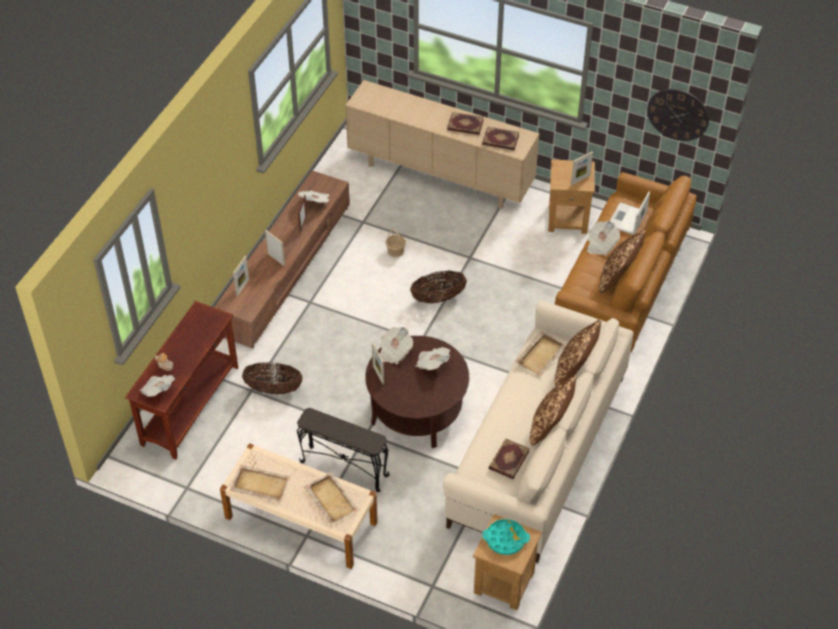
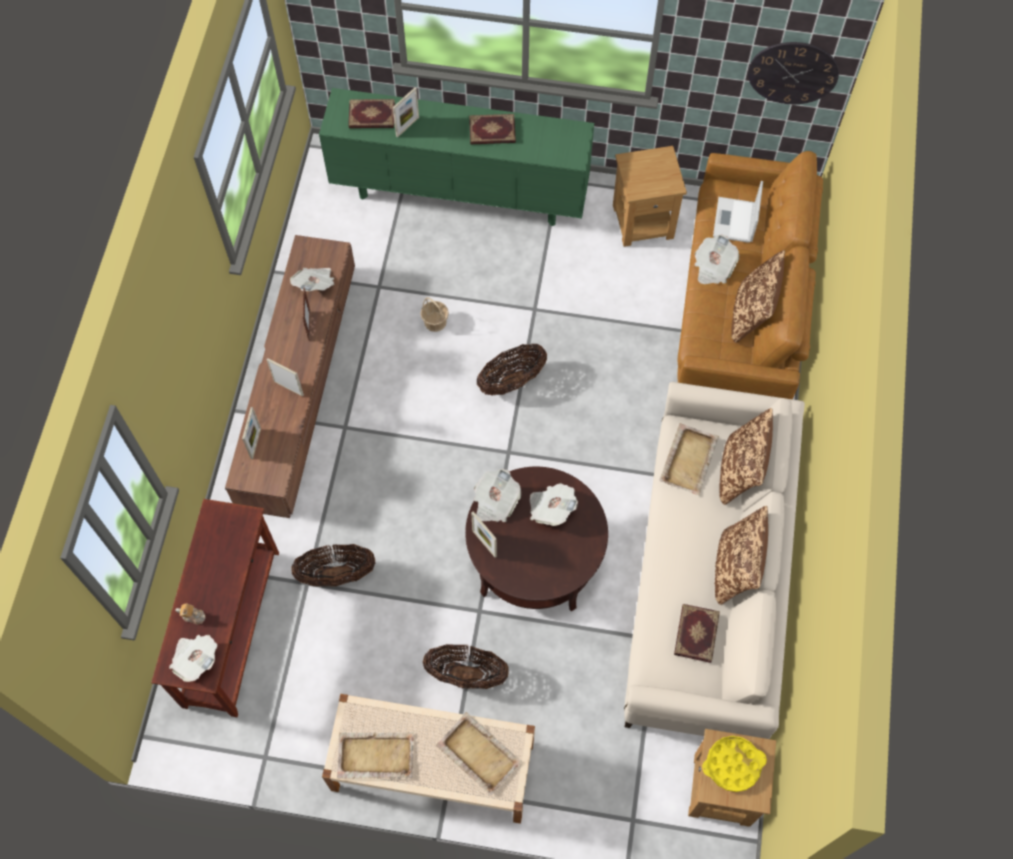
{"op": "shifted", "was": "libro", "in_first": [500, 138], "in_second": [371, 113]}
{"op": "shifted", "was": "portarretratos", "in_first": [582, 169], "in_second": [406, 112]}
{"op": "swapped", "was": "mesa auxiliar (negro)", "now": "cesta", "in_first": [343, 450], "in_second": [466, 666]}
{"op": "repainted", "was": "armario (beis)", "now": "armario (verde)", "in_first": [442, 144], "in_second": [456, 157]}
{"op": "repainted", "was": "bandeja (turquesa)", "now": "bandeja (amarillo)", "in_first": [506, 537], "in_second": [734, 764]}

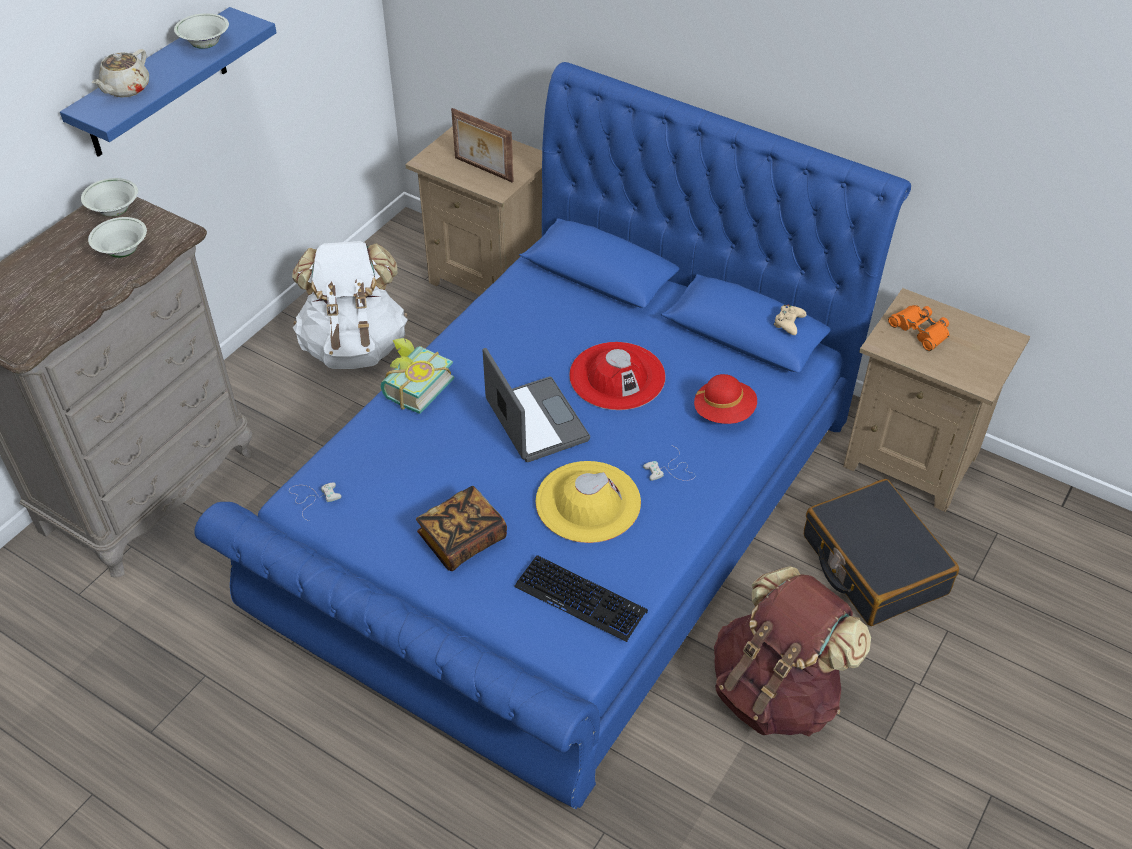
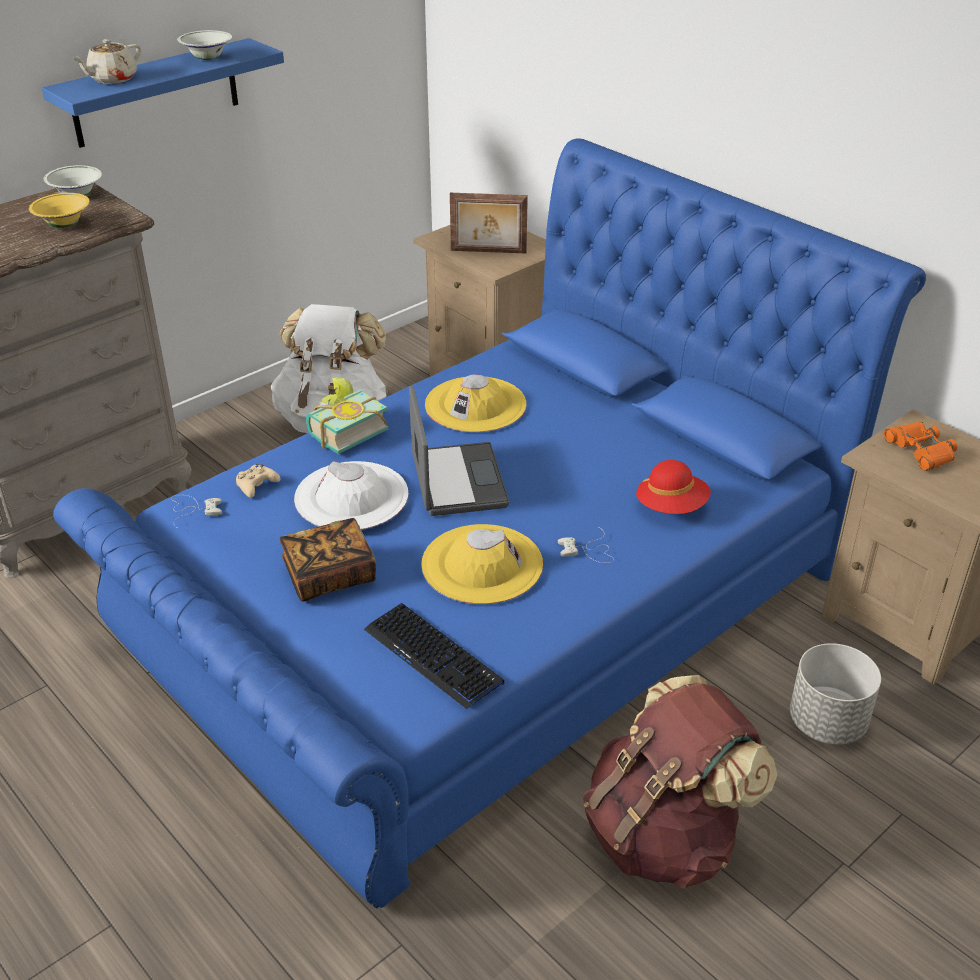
{"op": "gone", "was": "sombrero (rojo)", "in_first": [617, 376]}
{"op": "new", "now": "sombrero (blanco)", "in_second": [351, 495]}
{"op": "new", "now": "sombrero (amarillo)", "in_second": [475, 403]}
{"op": "shifted", "was": "mando de consola (beis)", "in_first": [789, 319], "in_second": [258, 481]}
{"op": "swapped", "was": "maleta (negro)", "now": "maceta (gris)", "in_first": [881, 552], "in_second": [835, 694]}
{"op": "repainted", "was": "cuenco (blanco)", "now": "cuenco (amarillo)", "in_first": [117, 237], "in_second": [59, 210]}
{"op": "rotated", "was": "portarretratos", "in_first": [482, 145], "in_second": [489, 223], "clockwise": -45}

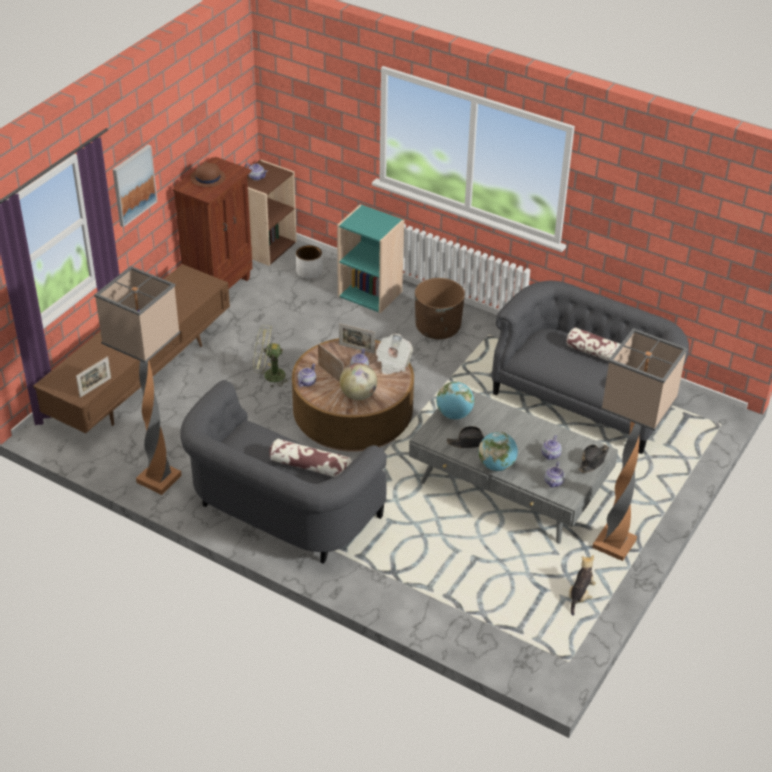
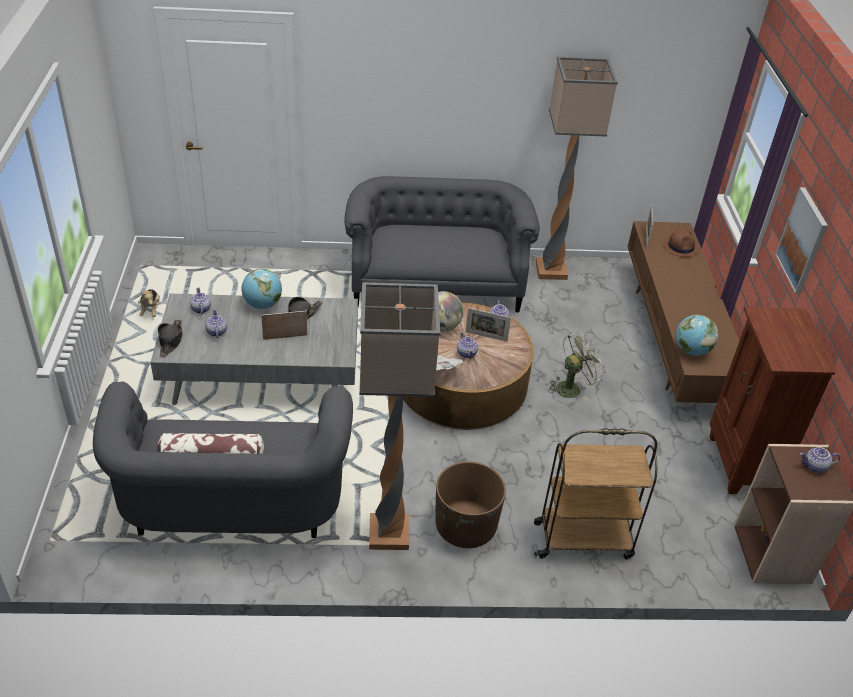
{"op": "gone", "was": "cojín", "in_first": [311, 458]}
{"op": "gone", "was": "maceta (blanco)", "in_first": [309, 262]}
{"op": "shifted", "was": "sombrero (marrón)", "in_first": [208, 174], "in_second": [681, 243]}
{"op": "shifted", "was": "portarretratos", "in_first": [357, 338], "in_second": [284, 325]}
{"op": "shifted", "was": "globo terráqueo", "in_first": [455, 400], "in_second": [697, 335]}
{"op": "shifted", "was": "lámpara de pie", "in_first": [640, 444], "in_second": [399, 416]}
{"op": "swapped", "was": "estantería (turquesa)", "now": "carrito (marrón)", "in_first": [370, 258], "in_second": [595, 494]}

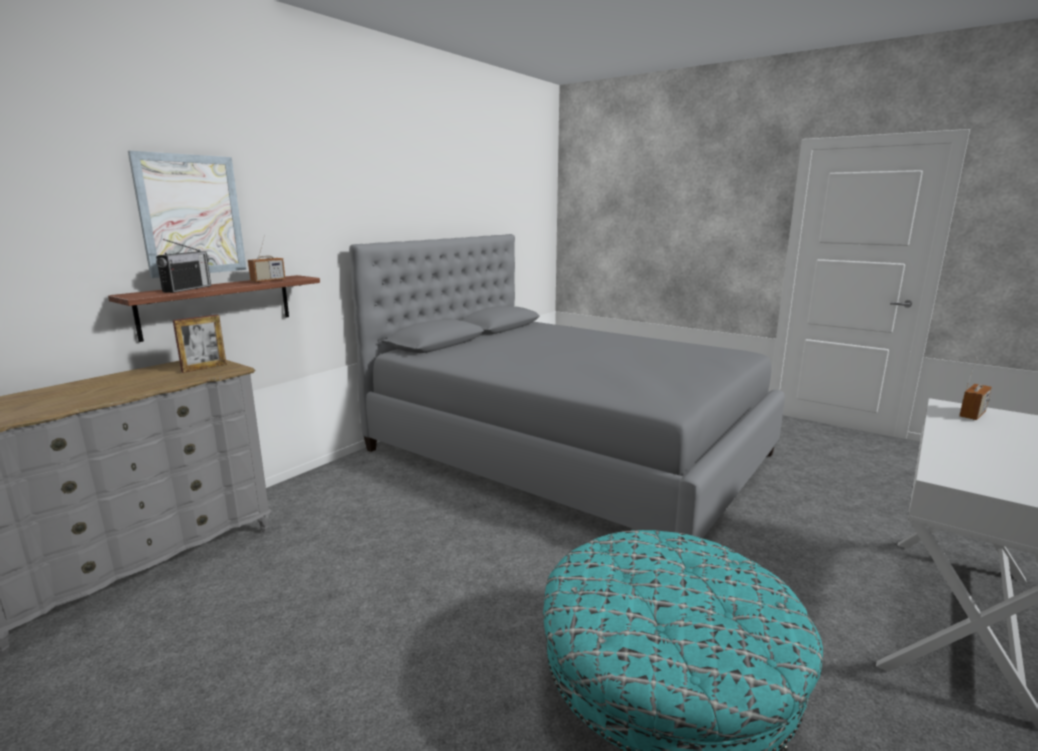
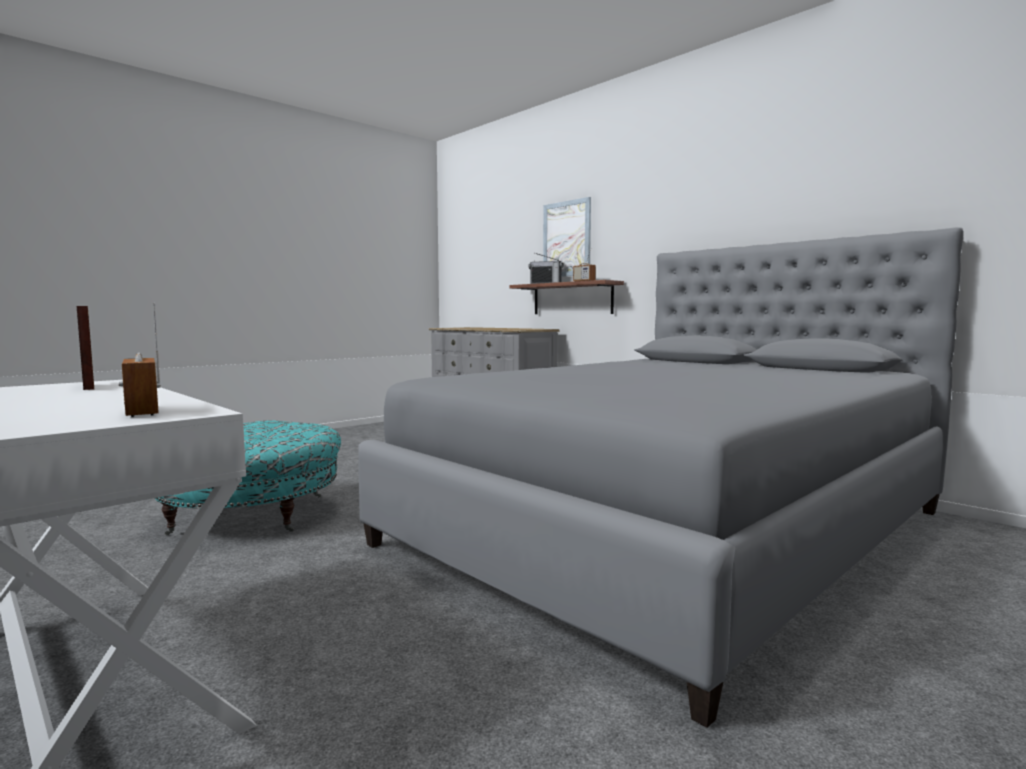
{"op": "shifted", "was": "portarretratos", "in_first": [200, 344], "in_second": [85, 348]}

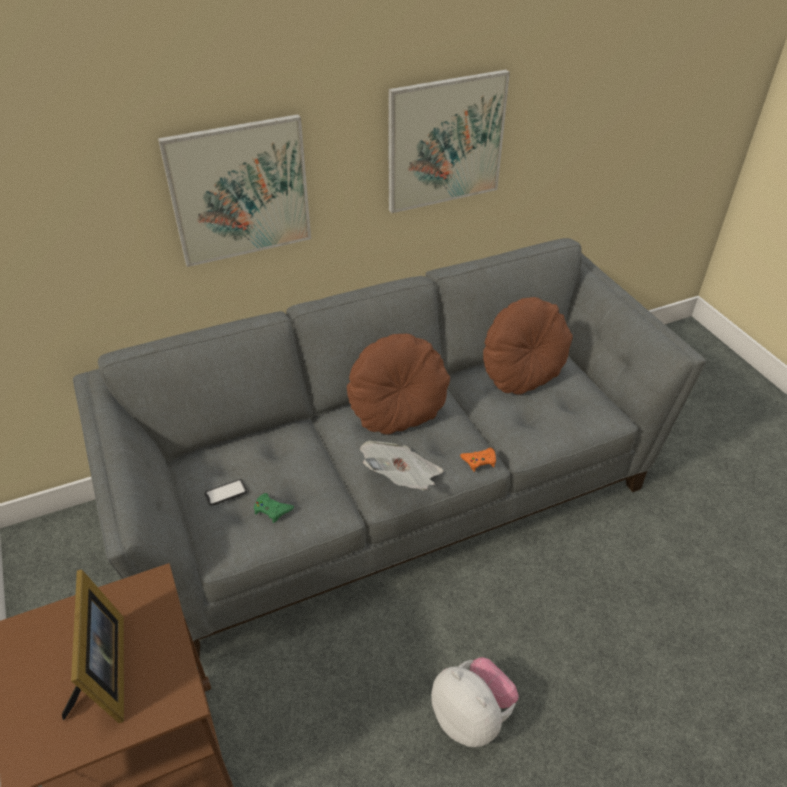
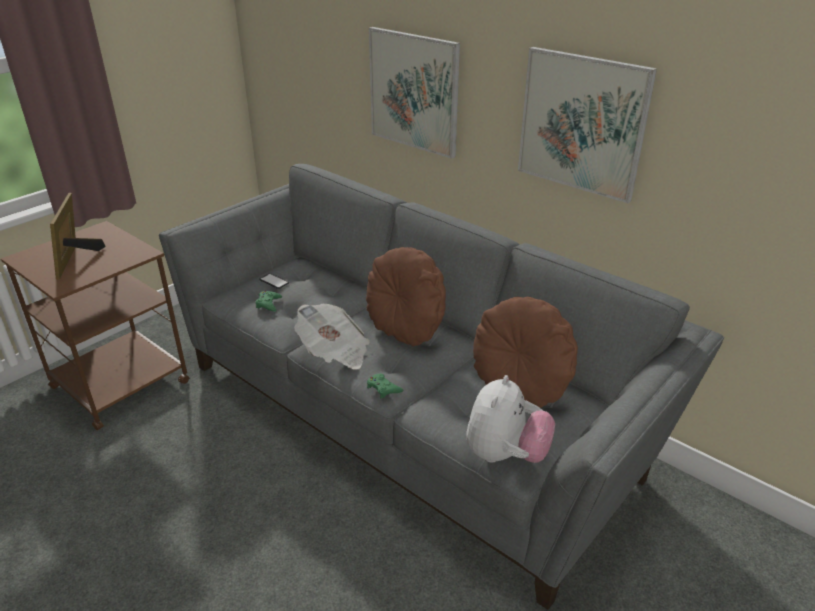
{"op": "shifted", "was": "peluche", "in_first": [475, 702], "in_second": [511, 419]}
{"op": "repainted", "was": "mando de consola (naranja)", "now": "mando de consola (verde)", "in_first": [478, 460], "in_second": [385, 386]}
{"op": "rotated", "was": "portarretratos", "in_first": [93, 646], "in_second": [78, 236], "clockwise": 120}

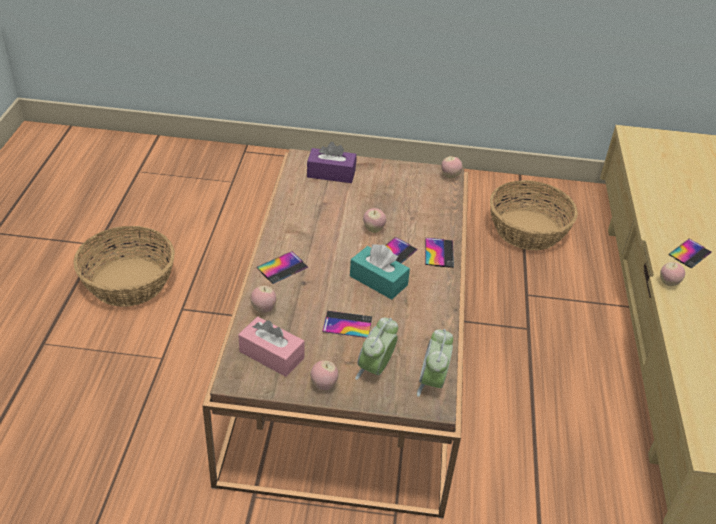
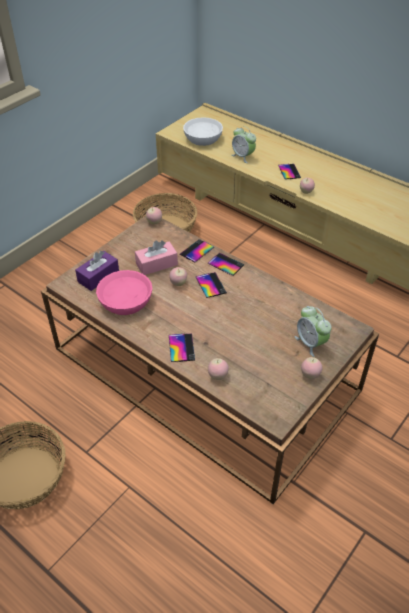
{"op": "gone", "was": "caja de pañuelos (turquesa)", "in_first": [380, 272]}
{"op": "new", "now": "cuenco (rosa)", "in_second": [124, 292]}
{"op": "new", "now": "cuenco (blanco)", "in_second": [203, 131]}
{"op": "shifted", "was": "caja de pañuelos (rosa)", "in_first": [271, 347], "in_second": [156, 257]}
{"op": "shifted", "was": "móvil", "in_first": [347, 324], "in_second": [197, 250]}
{"op": "shifted", "was": "despertador", "in_first": [435, 363], "in_second": [243, 144]}

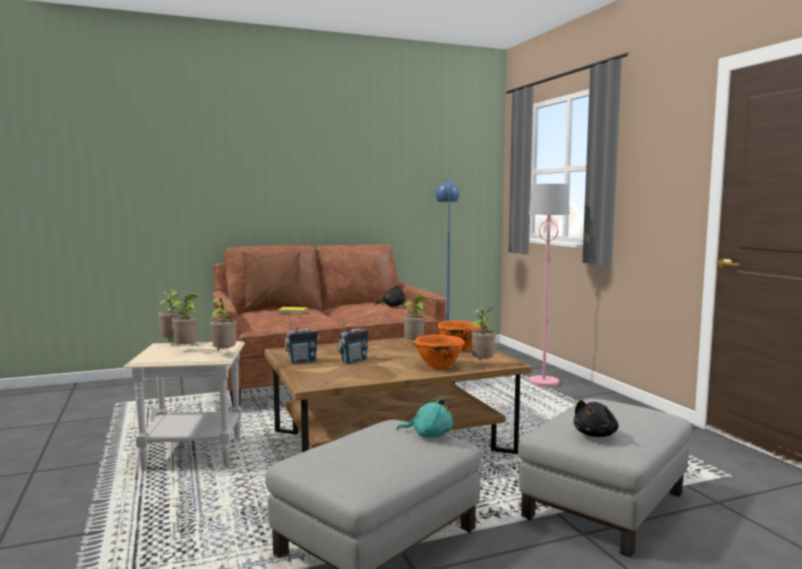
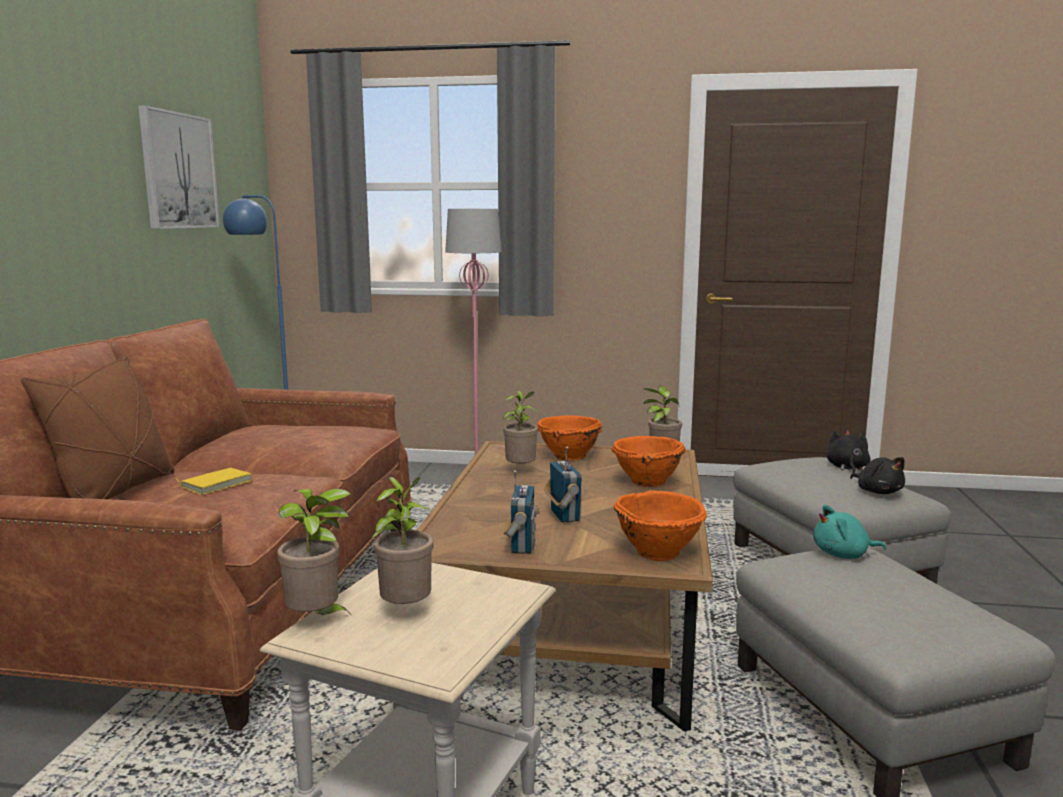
{"op": "gone", "was": "planta en maceta", "in_first": [223, 323]}
{"op": "new", "now": "cuadro", "in_second": [179, 167]}
{"op": "new", "now": "cuenco (naranja)", "in_second": [660, 525]}
{"op": "shifted", "was": "peluche (negro)", "in_first": [390, 296], "in_second": [849, 451]}
{"op": "rotated", "was": "peluche (turquesa)", "in_first": [425, 418], "in_second": [849, 532], "clockwise": -135}

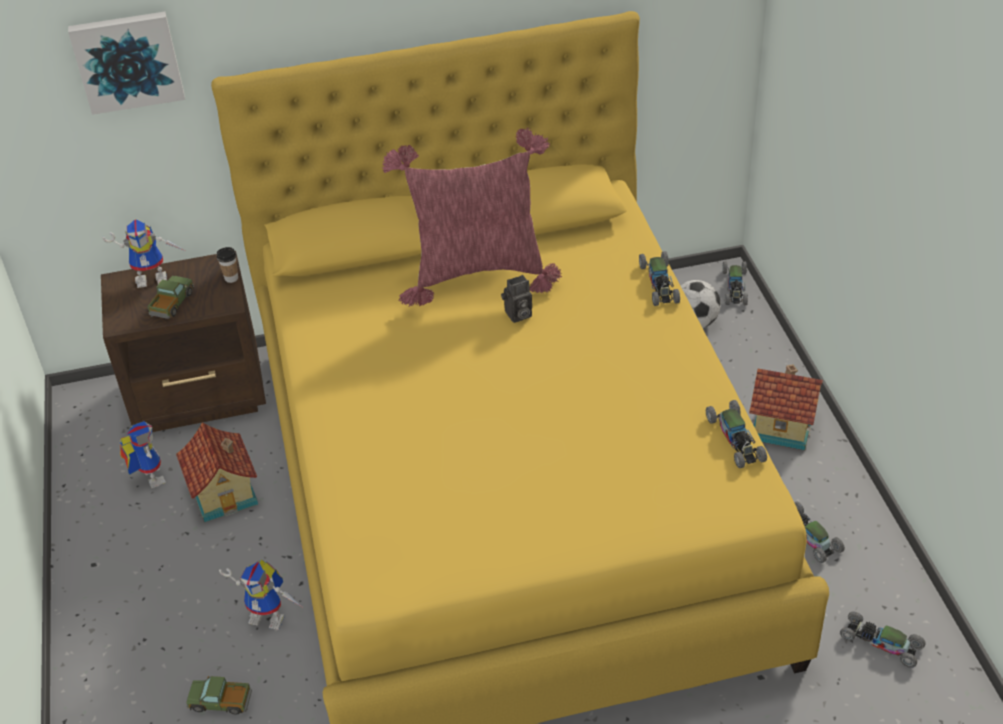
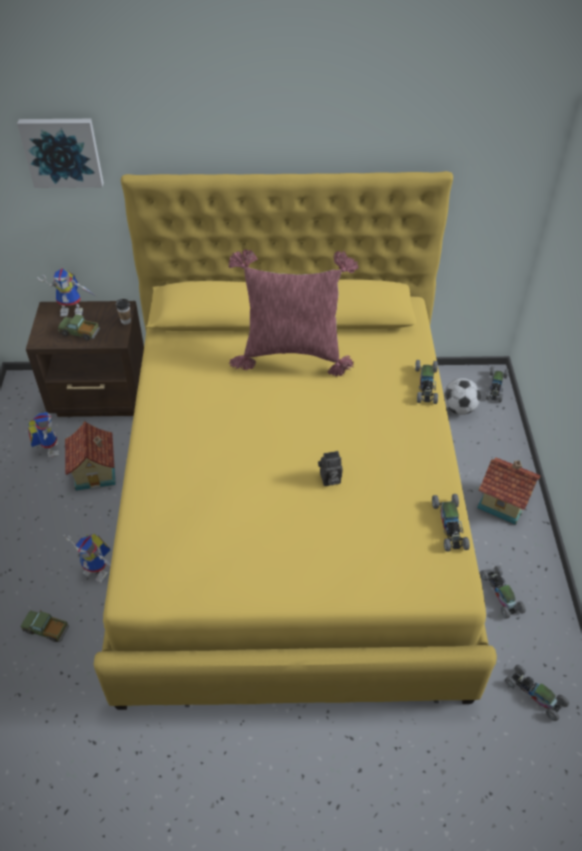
{"op": "shifted", "was": "cámara", "in_first": [516, 299], "in_second": [330, 468]}
{"op": "rotated", "was": "camión de juguete", "in_first": [170, 297], "in_second": [79, 327], "clockwise": -105}

